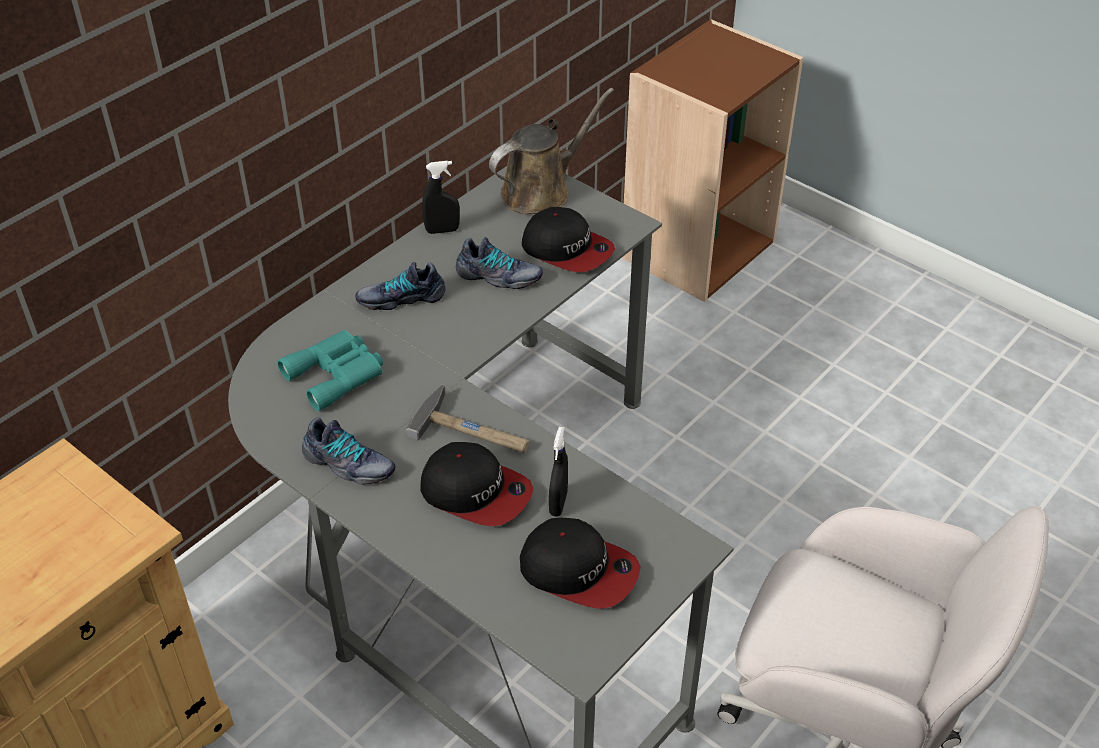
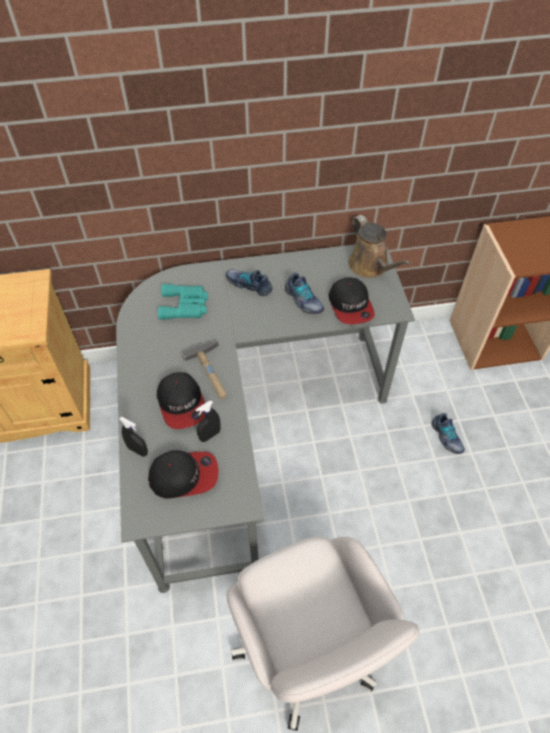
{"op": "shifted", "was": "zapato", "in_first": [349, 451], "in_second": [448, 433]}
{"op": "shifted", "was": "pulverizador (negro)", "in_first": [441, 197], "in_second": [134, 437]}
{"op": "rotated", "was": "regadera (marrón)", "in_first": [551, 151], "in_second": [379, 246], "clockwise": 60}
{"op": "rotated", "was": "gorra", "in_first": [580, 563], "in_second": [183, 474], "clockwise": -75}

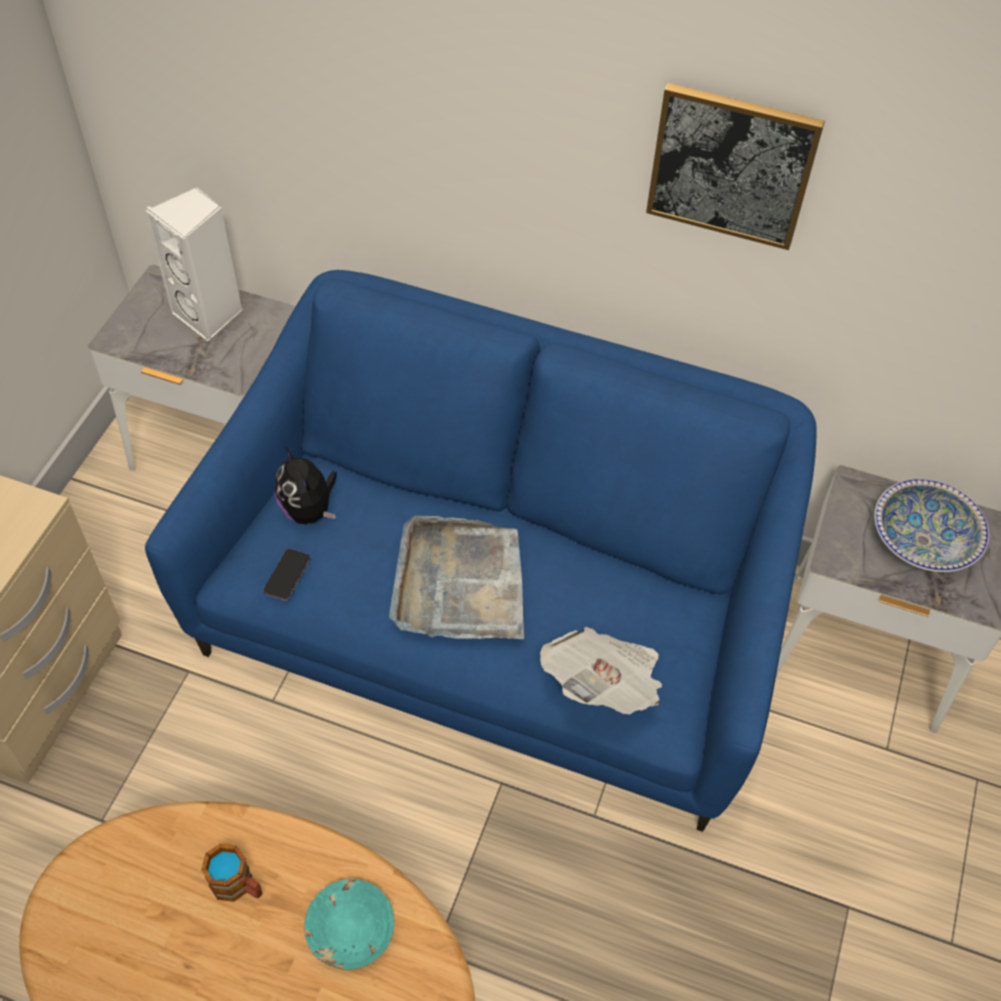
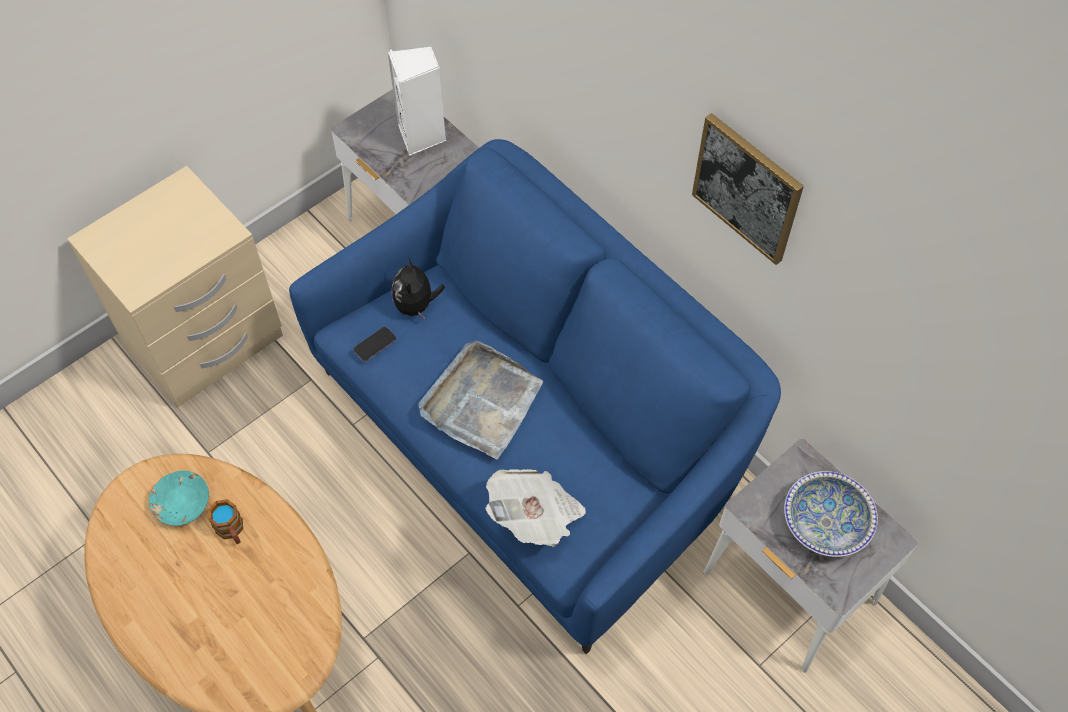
{"op": "shifted", "was": "cuenco (turquesa)", "in_first": [349, 924], "in_second": [179, 498]}

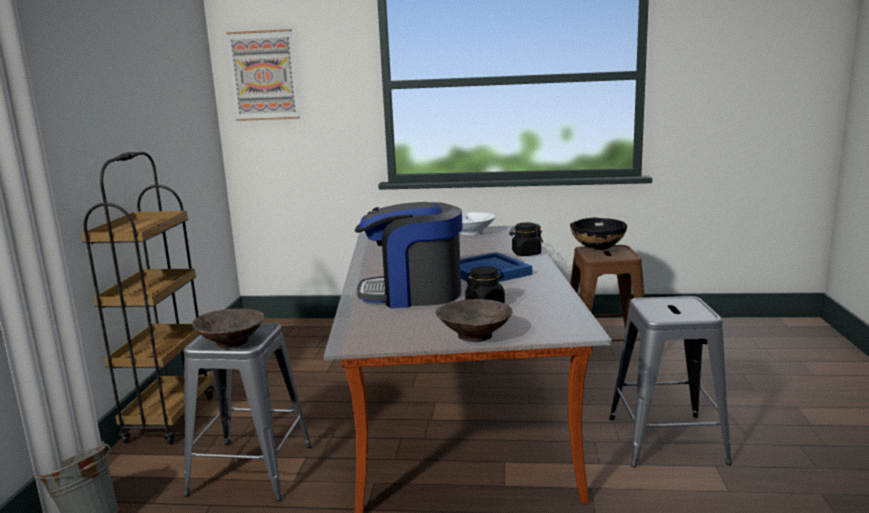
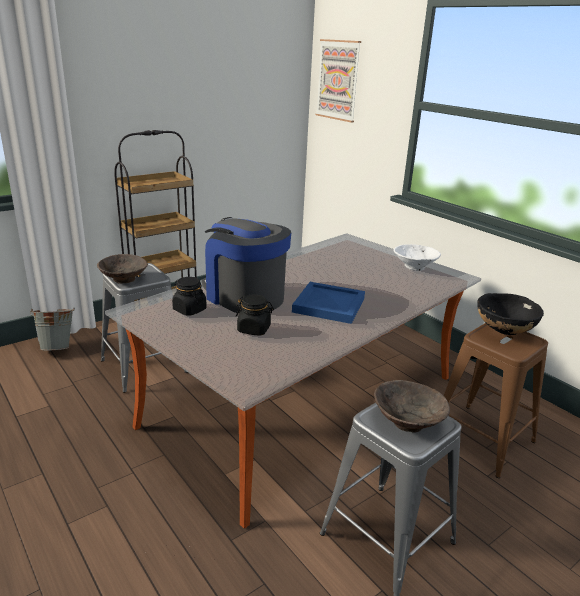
{"op": "shifted", "was": "cuenco (marrón)", "in_first": [474, 320], "in_second": [412, 406]}
{"op": "shifted", "was": "tarro (negro)", "in_first": [526, 239], "in_second": [189, 296]}

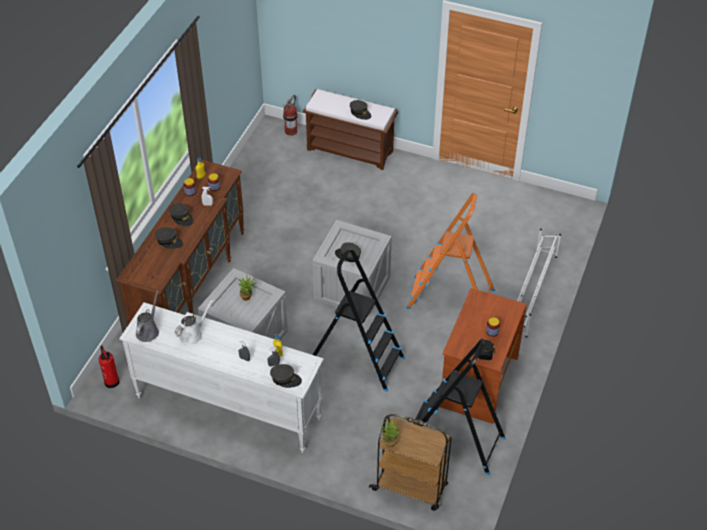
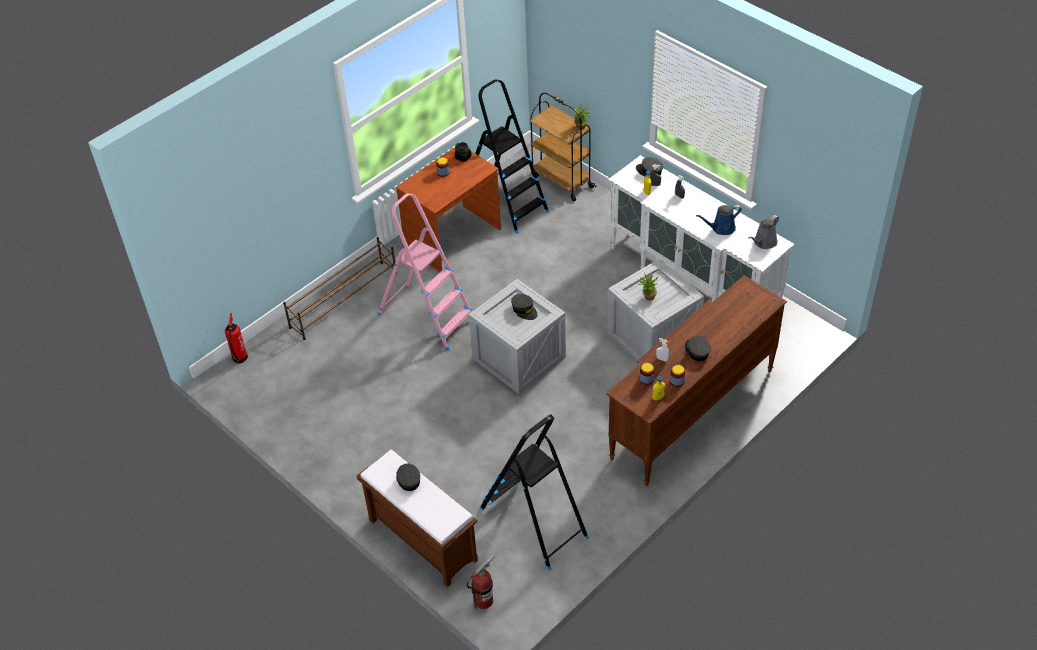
{"op": "gone", "was": "gorra (gris)", "in_first": [169, 238]}
{"op": "shifted", "was": "extintor", "in_first": [109, 366], "in_second": [236, 338]}
{"op": "shifted", "was": "escalera de tijera (negro)", "in_first": [359, 321], "in_second": [534, 492]}
{"op": "repainted", "was": "regadera (blanco)", "now": "regadera (azul)", "in_first": [194, 322], "in_second": [719, 220]}
{"op": "repainted", "was": "escalera de tijera (naranja)", "now": "escalera de tijera (rosa)", "in_first": [450, 251], "in_second": [424, 272]}
{"op": "repainted", "was": "zapatero (blanco)", "now": "zapatero (marrón)", "in_first": [539, 283], "in_second": [340, 288]}

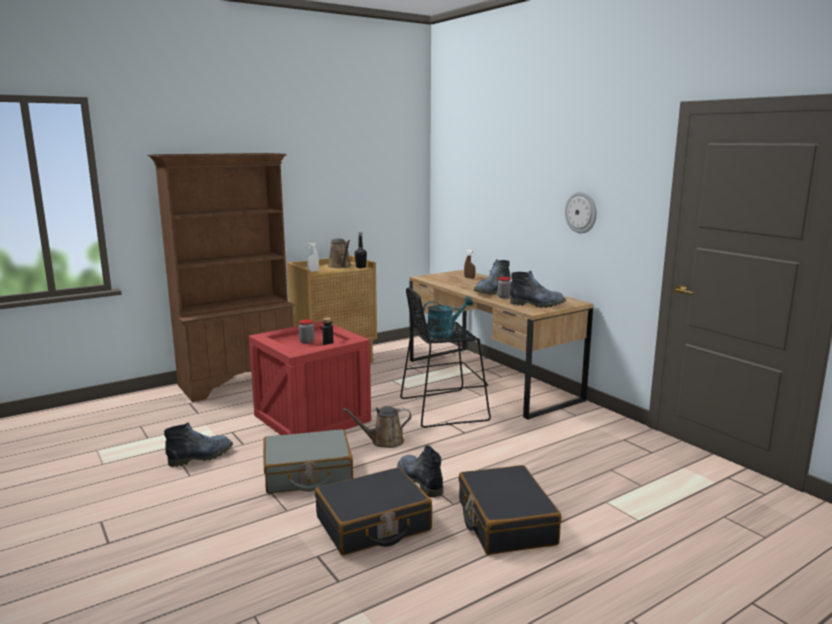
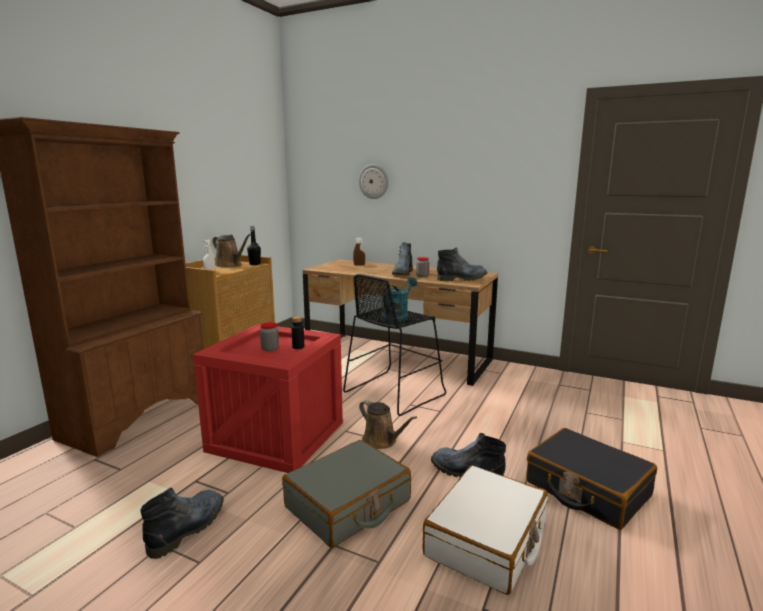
{"op": "shifted", "was": "reloj de pared", "in_first": [581, 212], "in_second": [373, 181]}
{"op": "repainted", "was": "maleta (negro)", "now": "maleta (blanco)", "in_first": [373, 511], "in_second": [485, 530]}
{"op": "rotated", "was": "regadera (marrón)", "in_first": [376, 427], "in_second": [388, 424], "clockwise": -90}

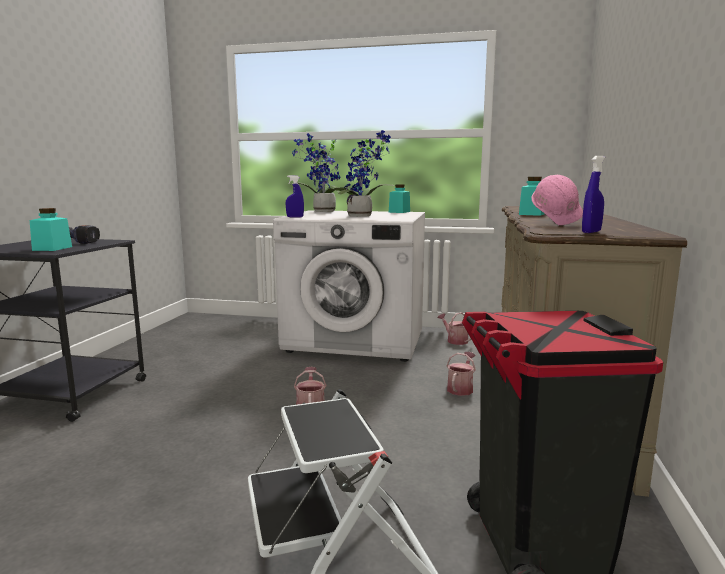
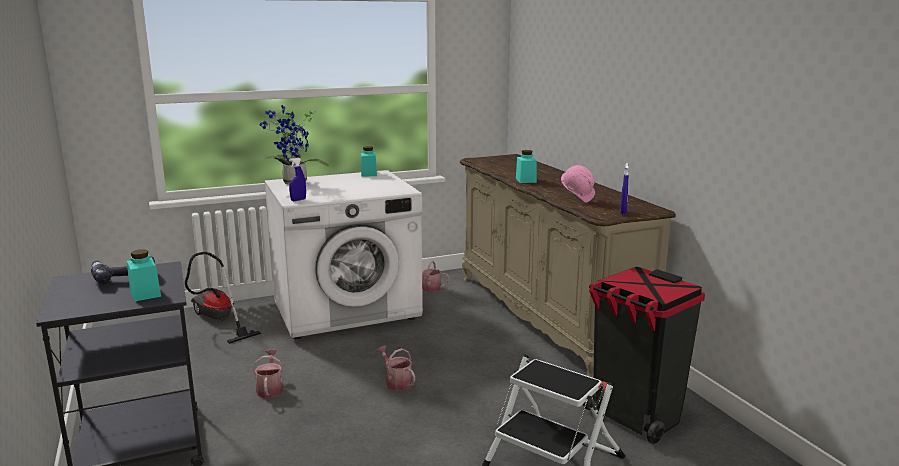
{"op": "gone", "was": "planta en maceta", "in_first": [364, 173]}
{"op": "new", "now": "aspiradora", "in_second": [223, 298]}
{"op": "shifted", "was": "regadera", "in_first": [461, 374], "in_second": [268, 374]}

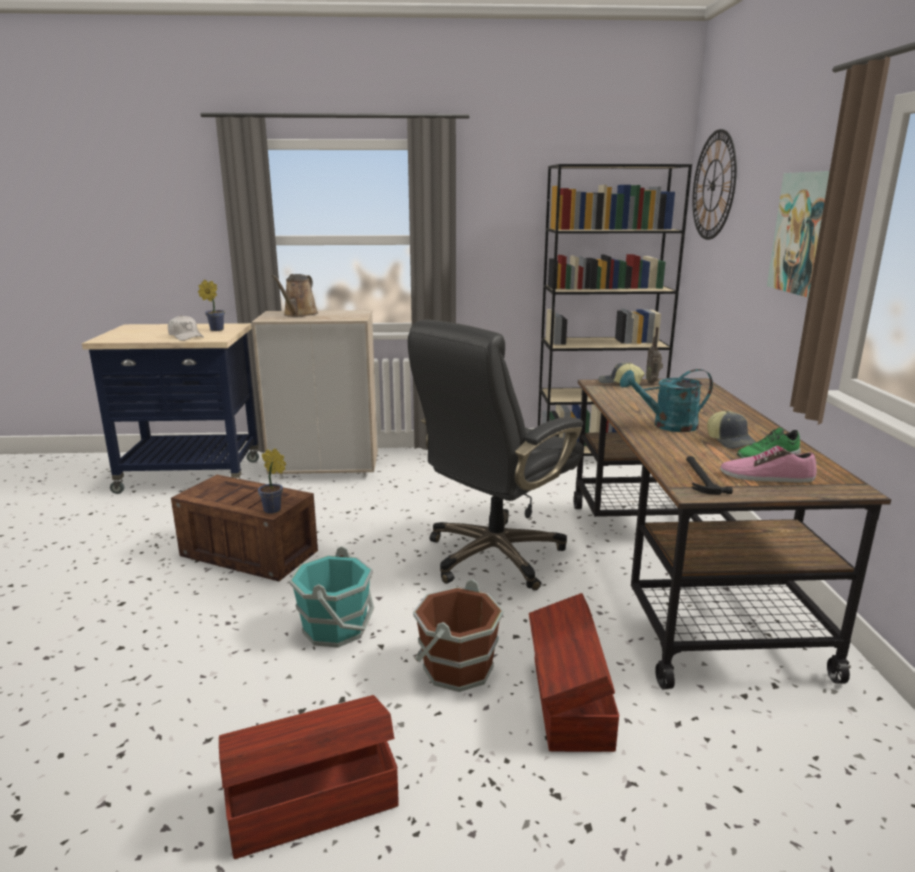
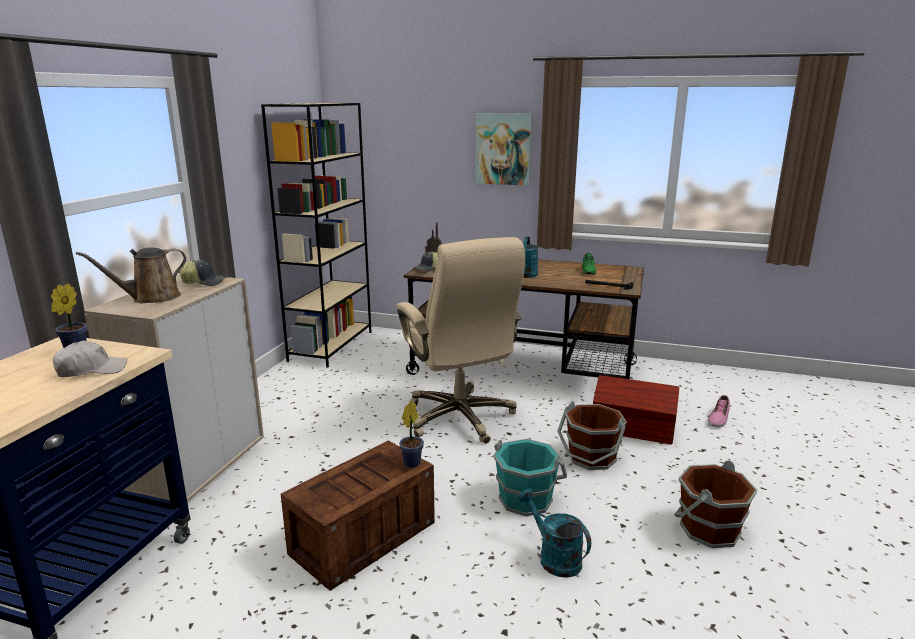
{"op": "gone", "was": "reloj de pared", "in_first": [714, 184]}
{"op": "new", "now": "regadera (turquesa)", "in_second": [554, 533]}
{"op": "shifted", "was": "gorra", "in_first": [731, 429], "in_second": [203, 273]}
{"op": "shifted", "was": "zapato", "in_first": [768, 464], "in_second": [718, 411]}
{"op": "swapped", "was": "caja de almacenaje (marrón)", "now": "cubo (marrón)", "in_first": [309, 777], "in_second": [715, 504]}
{"op": "repainted", "was": "silla de oficina (negro)", "now": "silla de oficina (beis)", "in_first": [496, 455], "in_second": [460, 340]}
{"op": "rotated", "was": "regadera (marrón)", "in_first": [294, 295], "in_second": [131, 276], "clockwise": 105}

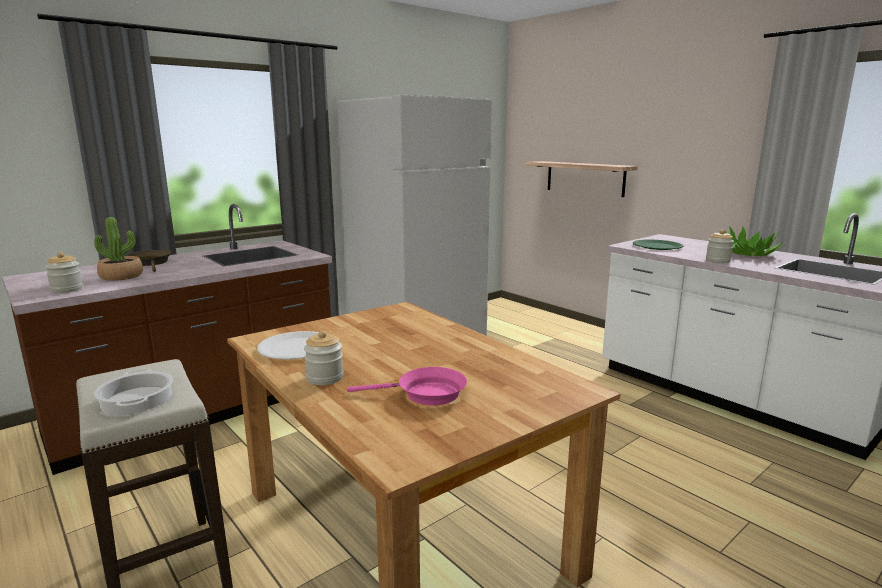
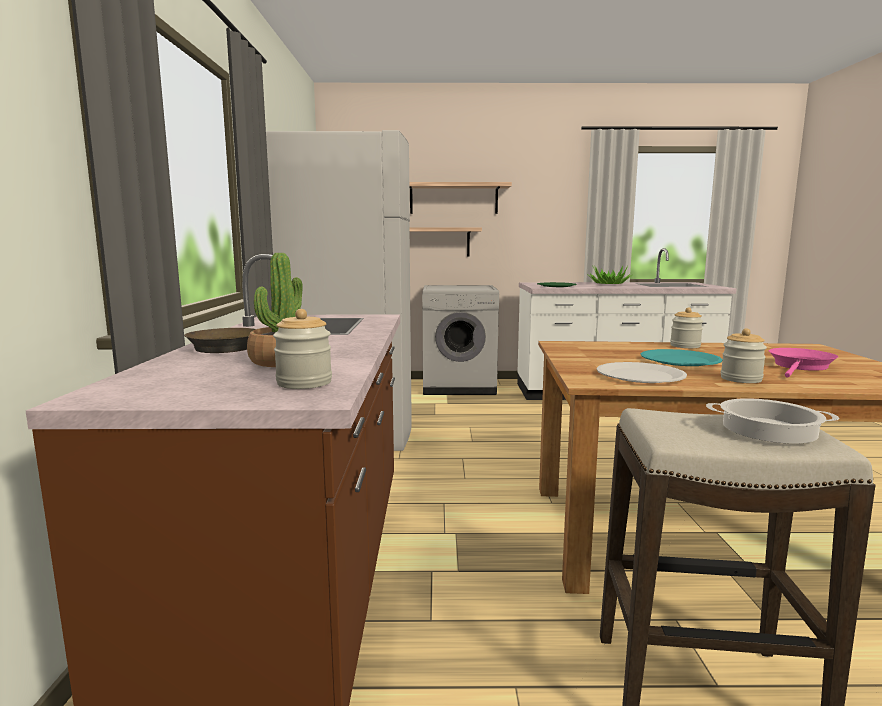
{"op": "new", "now": "estante", "in_second": [460, 198]}
{"op": "new", "now": "lavadora (blanco)", "in_second": [460, 340]}
{"op": "new", "now": "plato (turquesa)", "in_second": [681, 357]}
{"op": "shifted", "was": "tarro", "in_first": [720, 246], "in_second": [686, 327]}

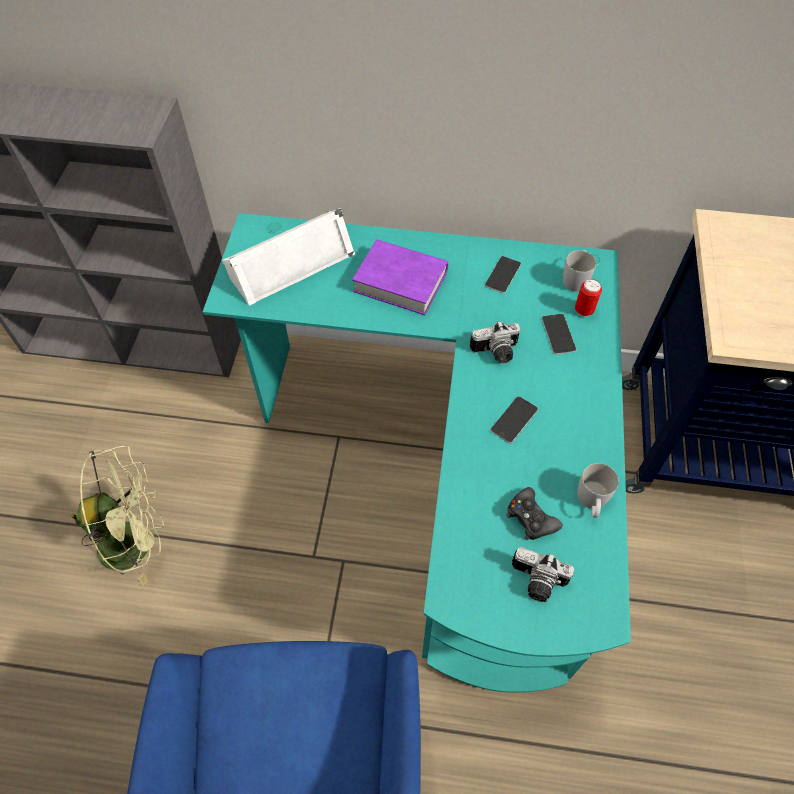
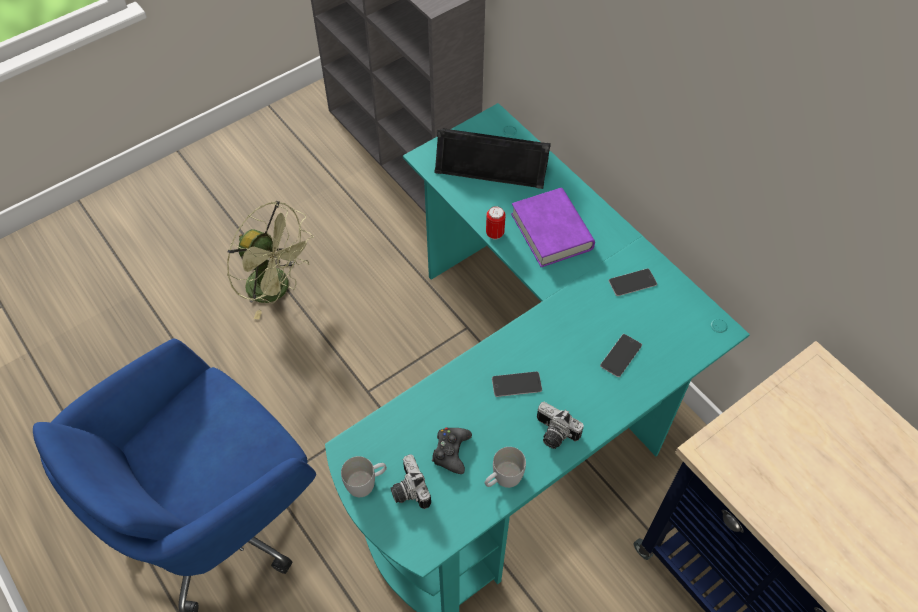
{"op": "shifted", "was": "cámara", "in_first": [495, 342], "in_second": [560, 425]}
{"op": "shifted", "was": "taza grande (blanco)", "in_first": [579, 270], "in_second": [364, 476]}
{"op": "shifted", "was": "lata", "in_first": [588, 298], "in_second": [496, 223]}
{"op": "repainted", "was": "altavoz (blanco)", "now": "altavoz (negro)", "in_first": [288, 257], "in_second": [492, 158]}

